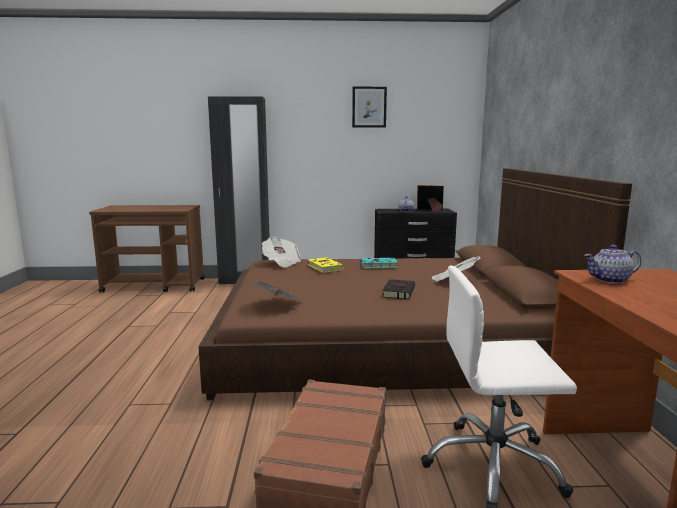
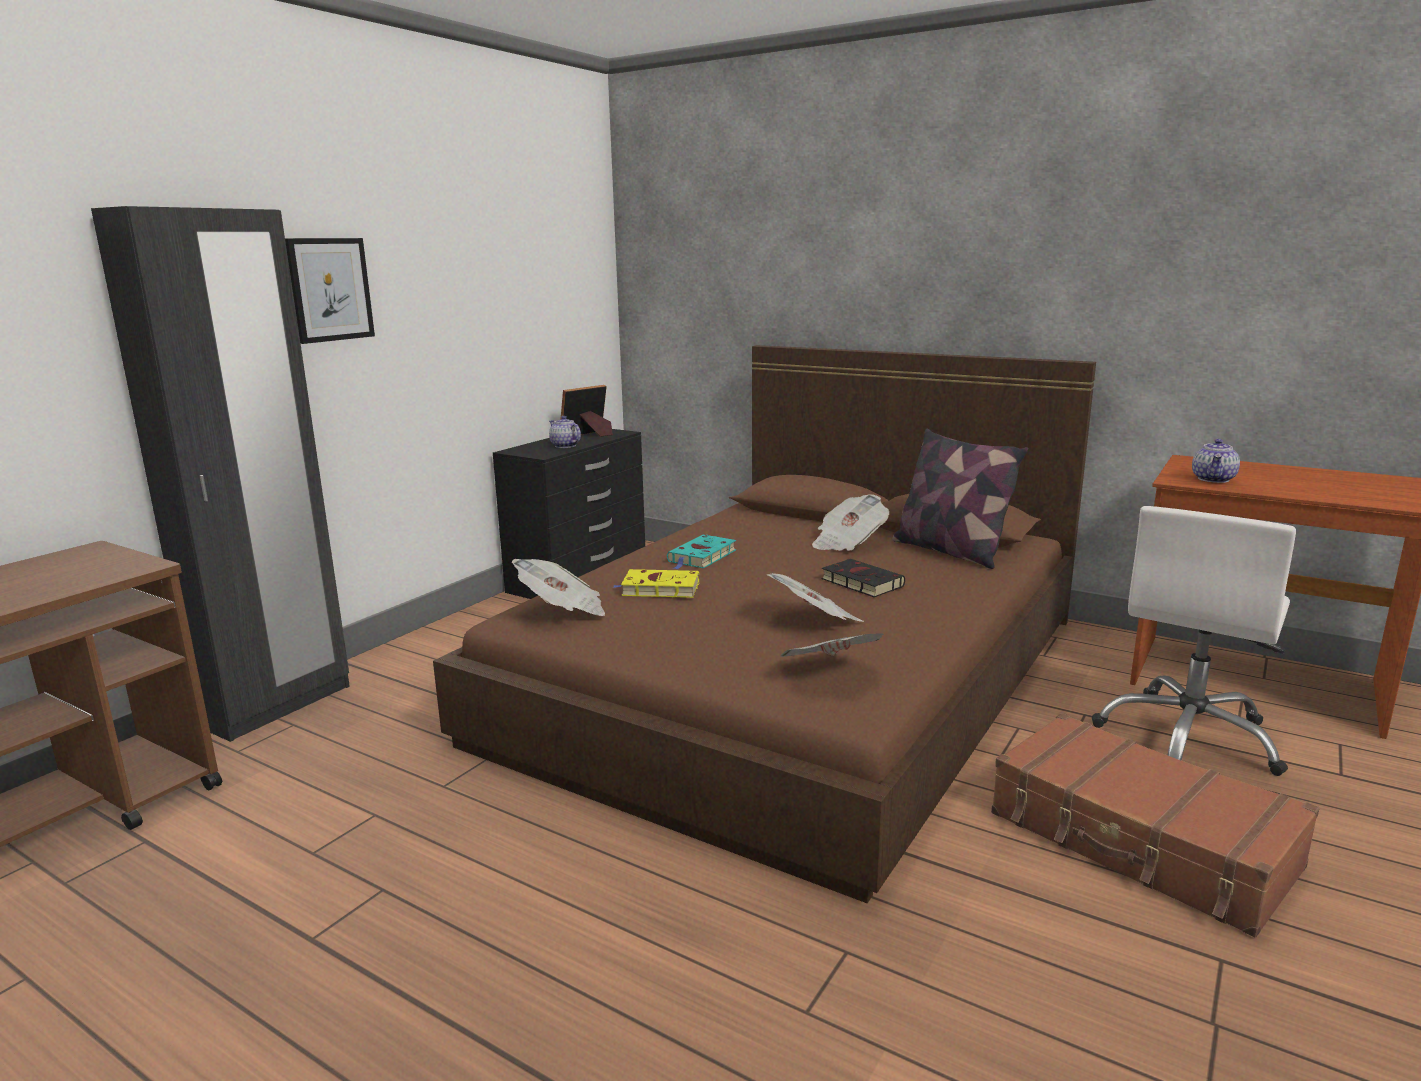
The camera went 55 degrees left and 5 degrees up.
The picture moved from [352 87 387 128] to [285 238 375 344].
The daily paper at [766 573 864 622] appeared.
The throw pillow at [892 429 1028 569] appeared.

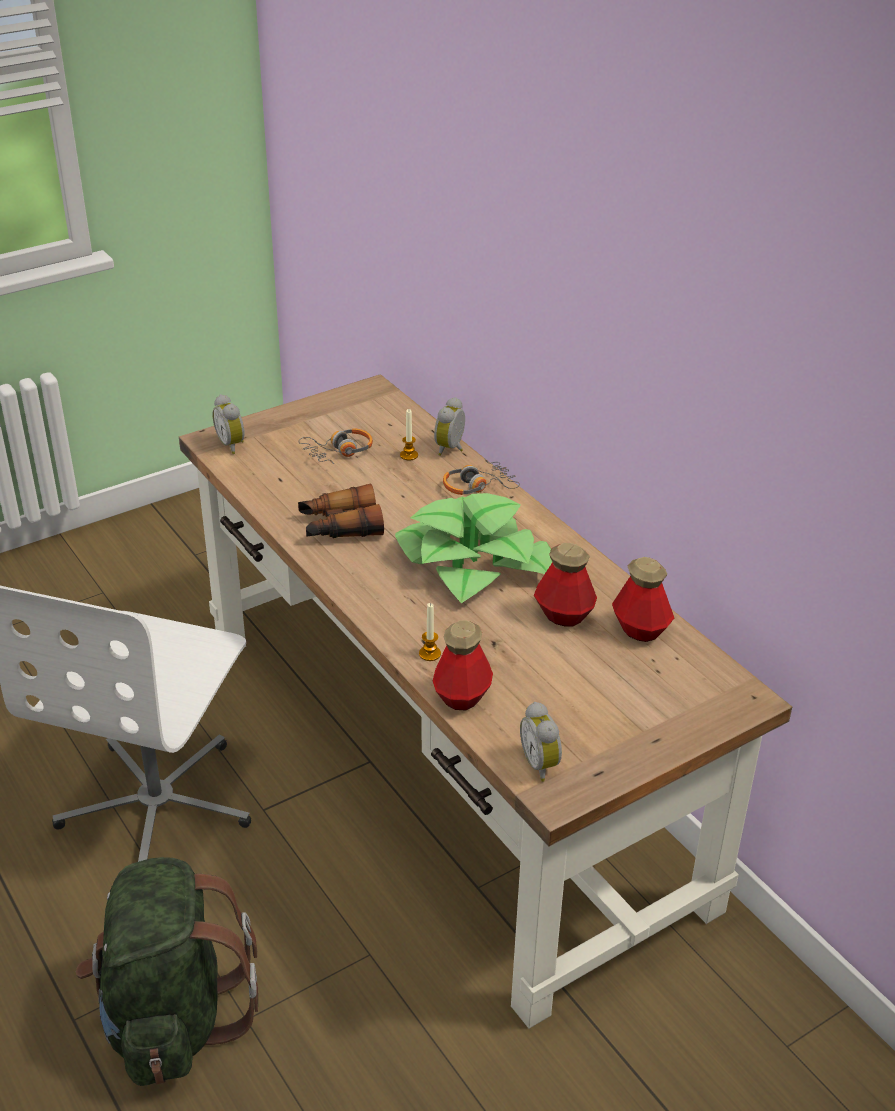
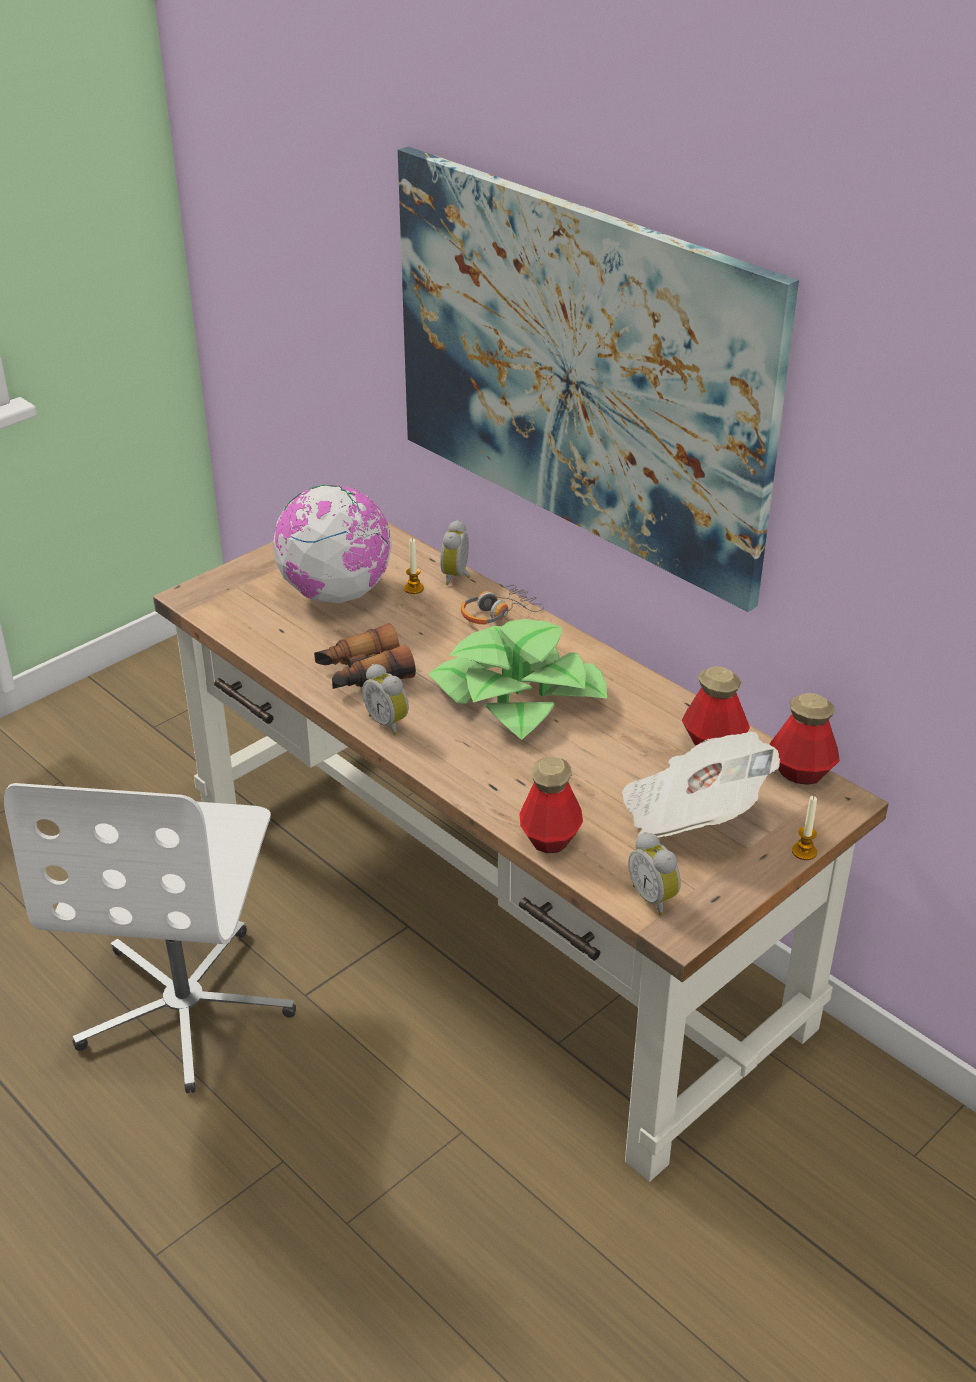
The camera went 10 degrees left and 0 degrees up.
The headset at [299 428 373 464] was replaced by the desk globe at [273 485 392 603].
The alarm clock moved from [212 394 245 454] to [362 664 409 735].
The picture at [398 146 799 612] appeared.
The daily paper at [622 731 780 837] appeared.
The drink bottle moved from [534 543 597 626] to [770 693 840 785].
The wax light moved from [419 603 441 661] to [792 796 817 860].
The green-coloured backpack at [75 857 258 1086] disappeared.

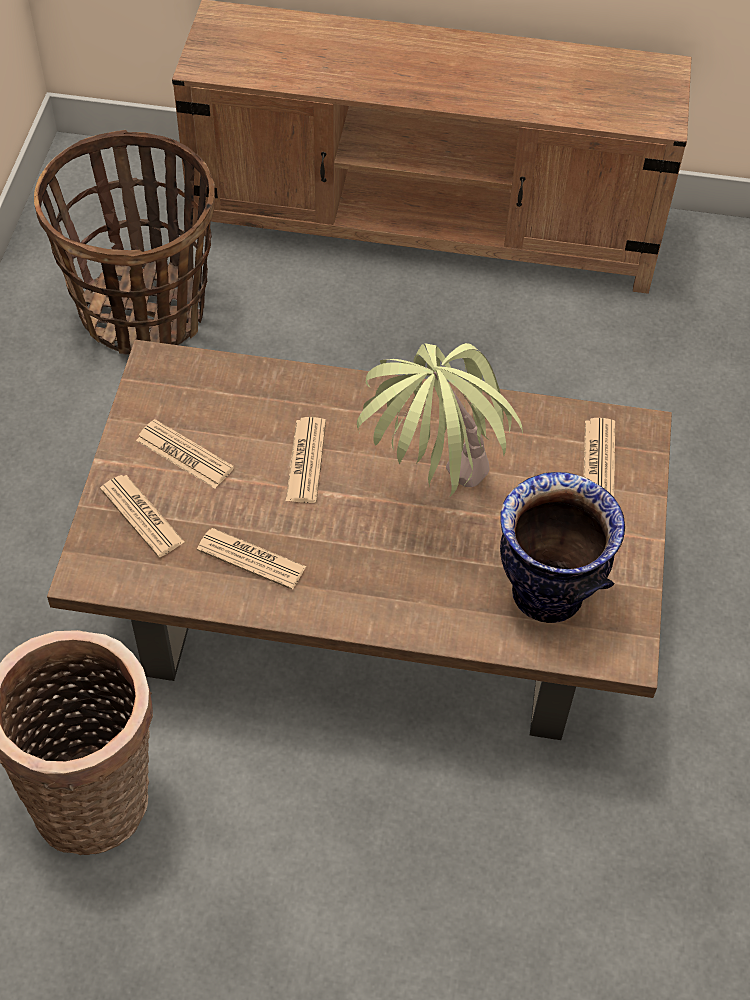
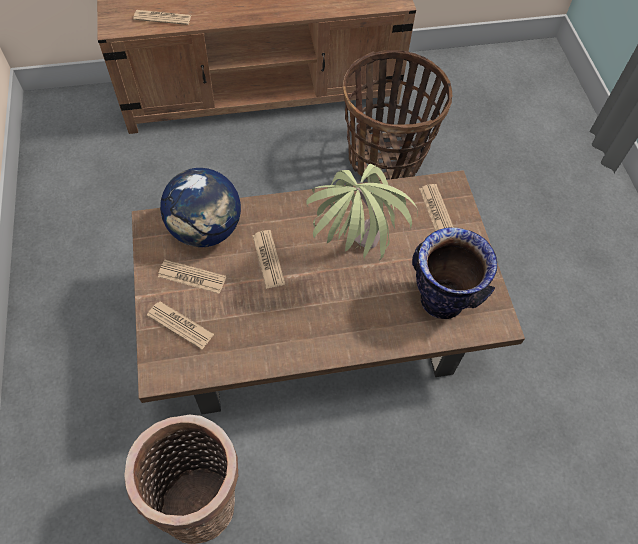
The camera went 20 degrees left and 5 degrees up.
The daily paper moved from [197 528 307 590] to [133 10 191 25].
The desk globe at [160 168 241 247] appeared.
The basket moved from [34 130 215 355] to [343 50 452 181].

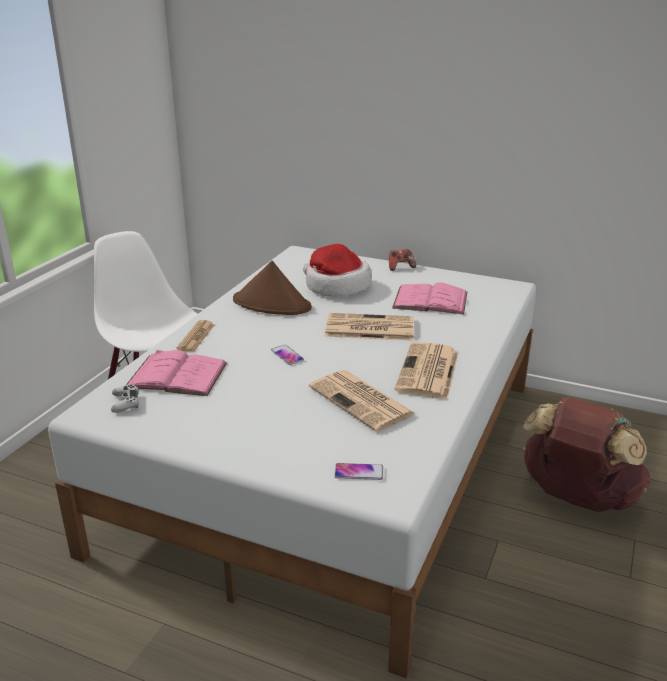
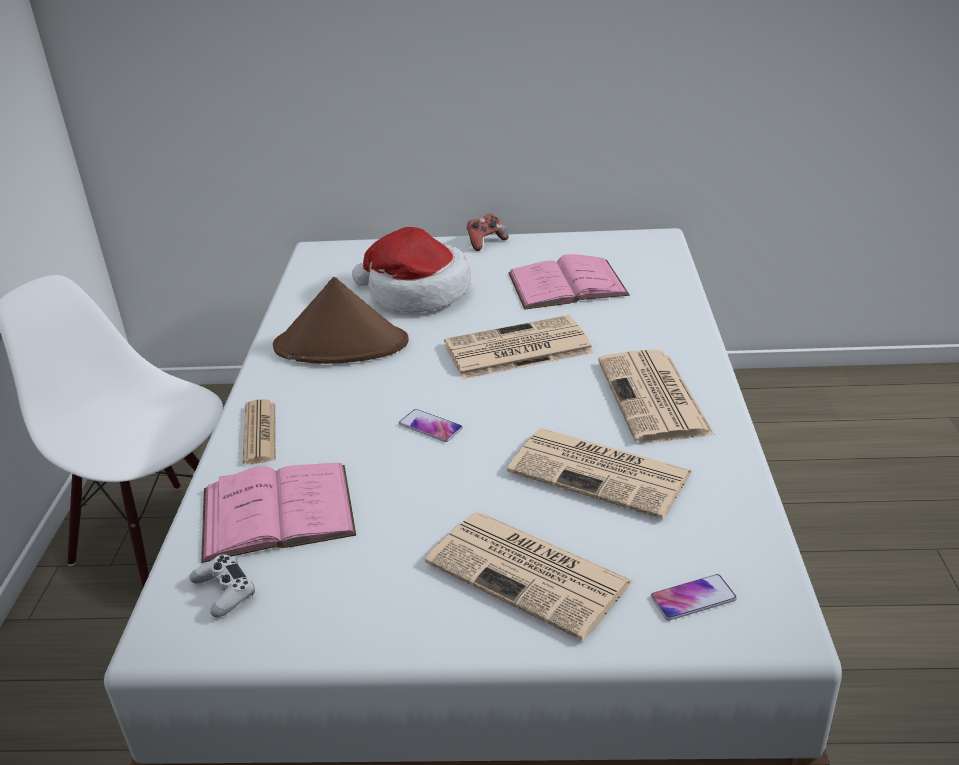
The camera went 20 degrees left and 5 degrees up.
The daily paper at [425 512 633 641] appeared.
The brownish backpack at [523 397 650 512] disappeared.

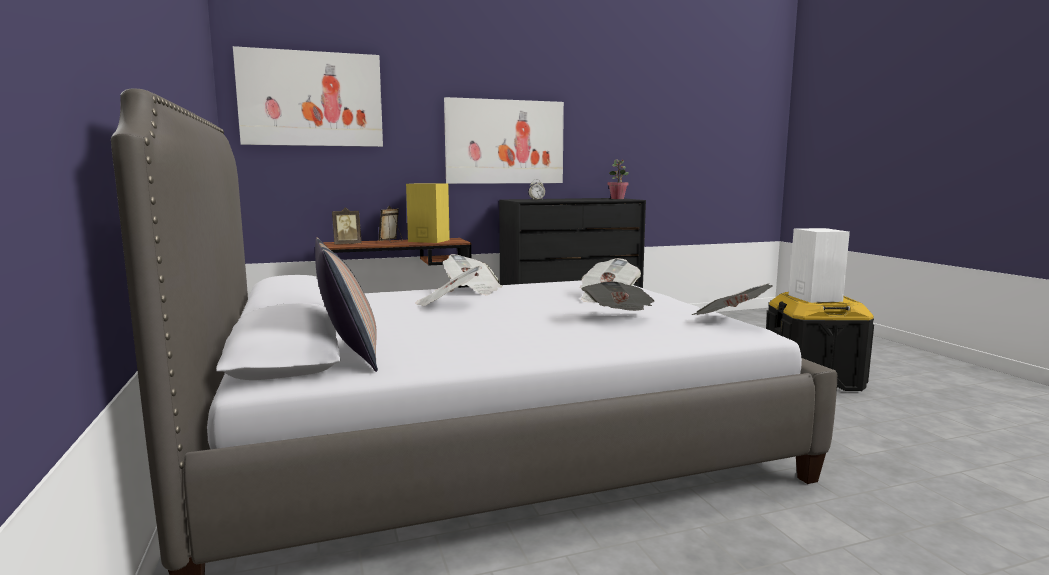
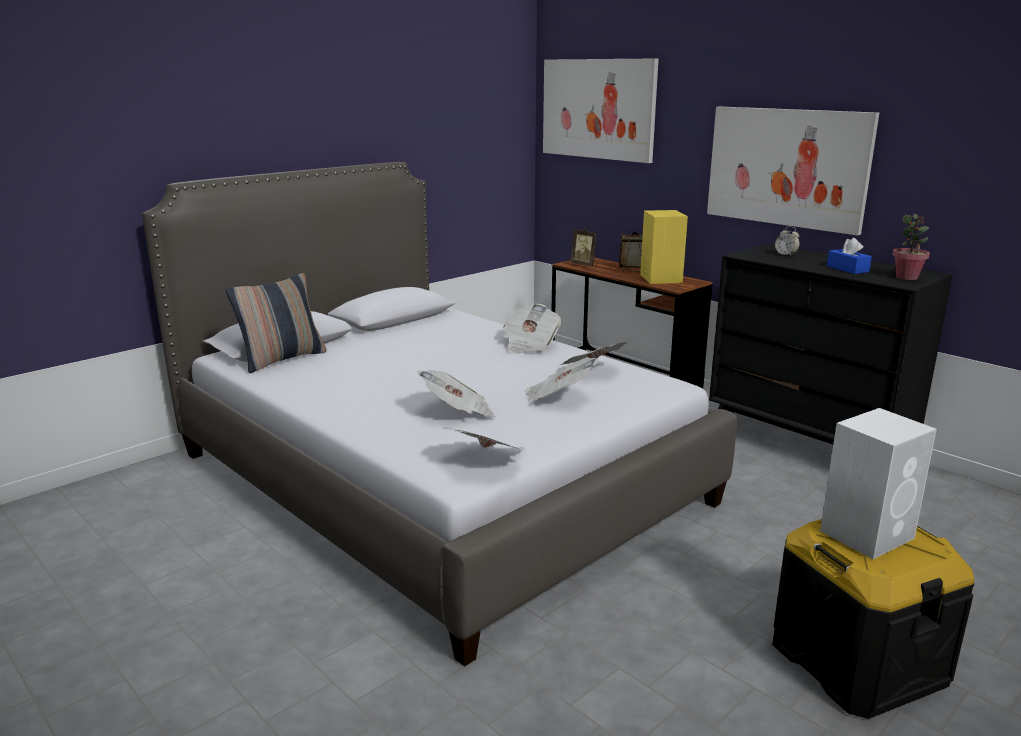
The camera went 65 degrees right and 10 degrees up.
The daily paper moved from [415 266 482 306] to [560 342 627 365].
The bluish tissue box at [827 237 872 274] appeared.

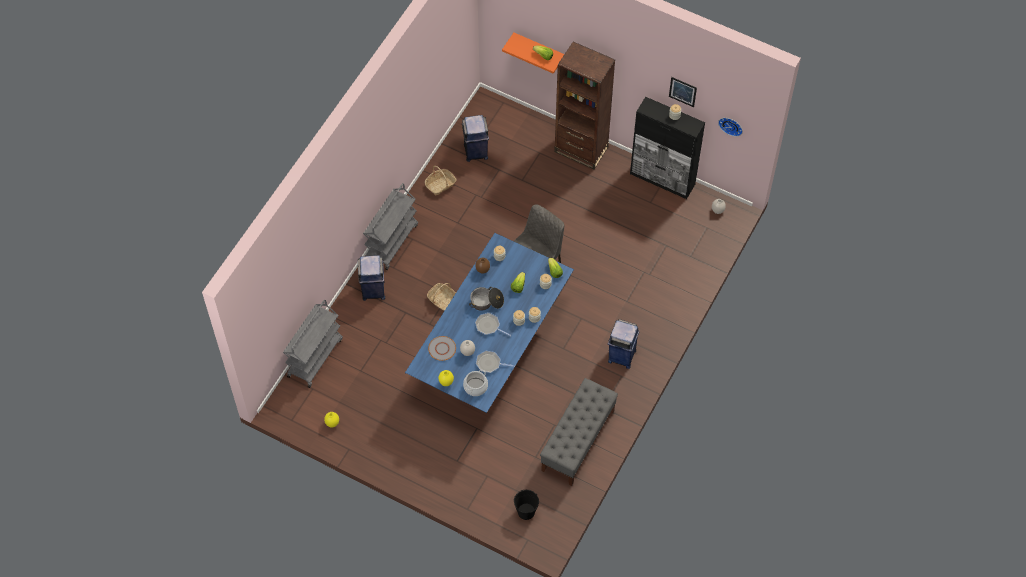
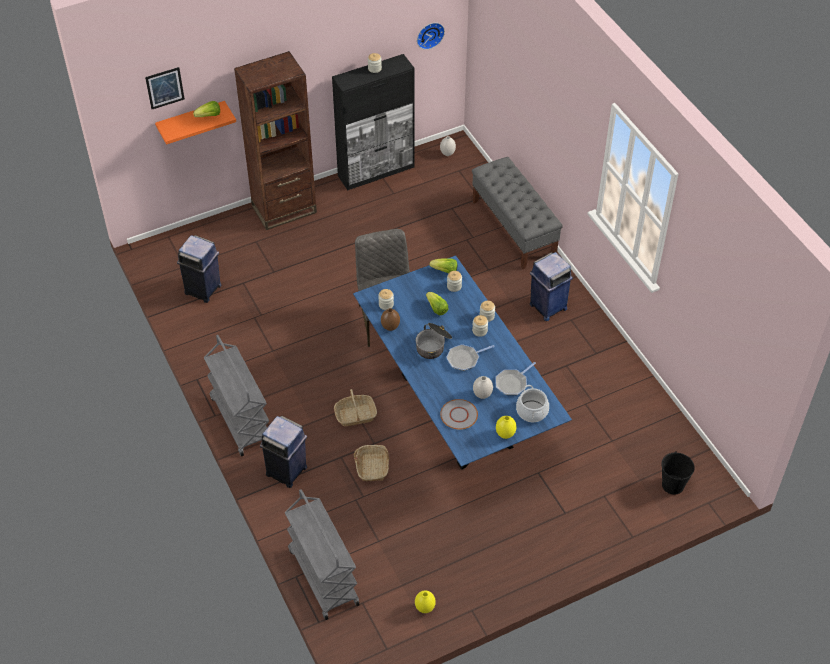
The camera went 55 degrees left and 10 degrees down.
The picture moved from [669 77 697 107] to [145 67 185 109].
The basket moved from [425 166 457 196] to [354 445 389 481].
The gray indoor bench moved from [540 378 618 486] to [472 157 563 269].

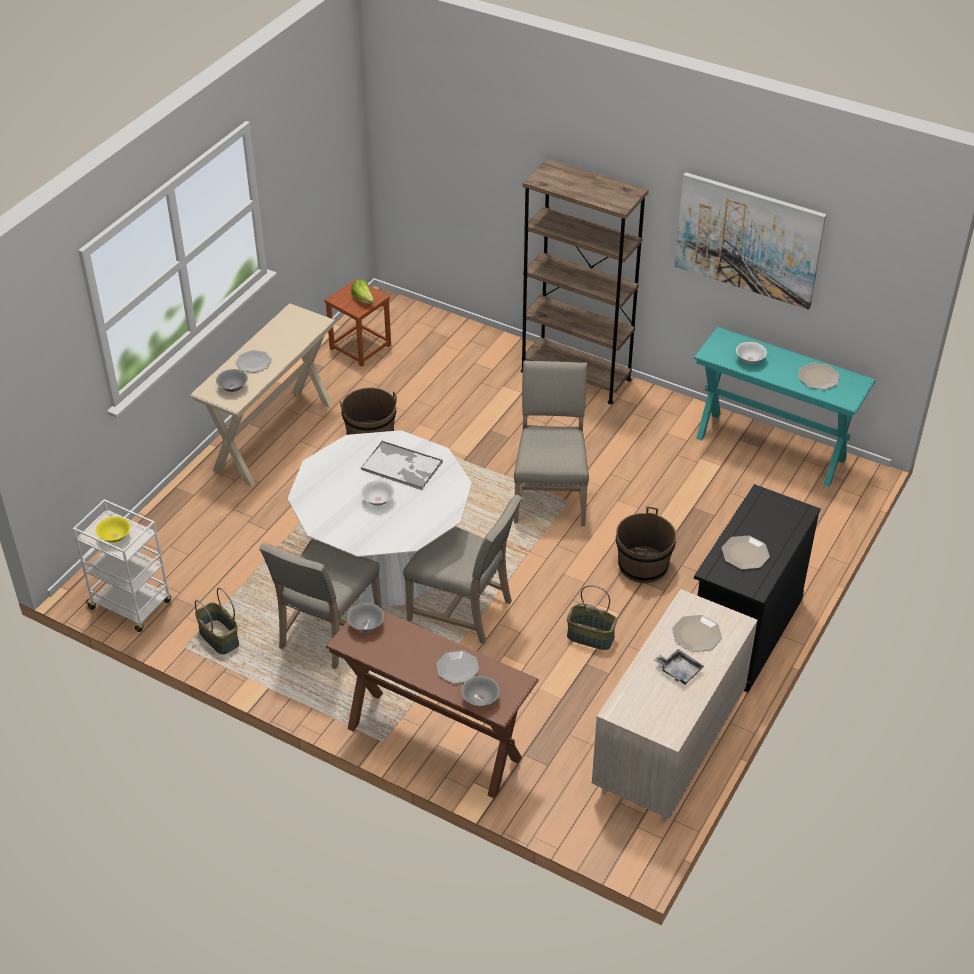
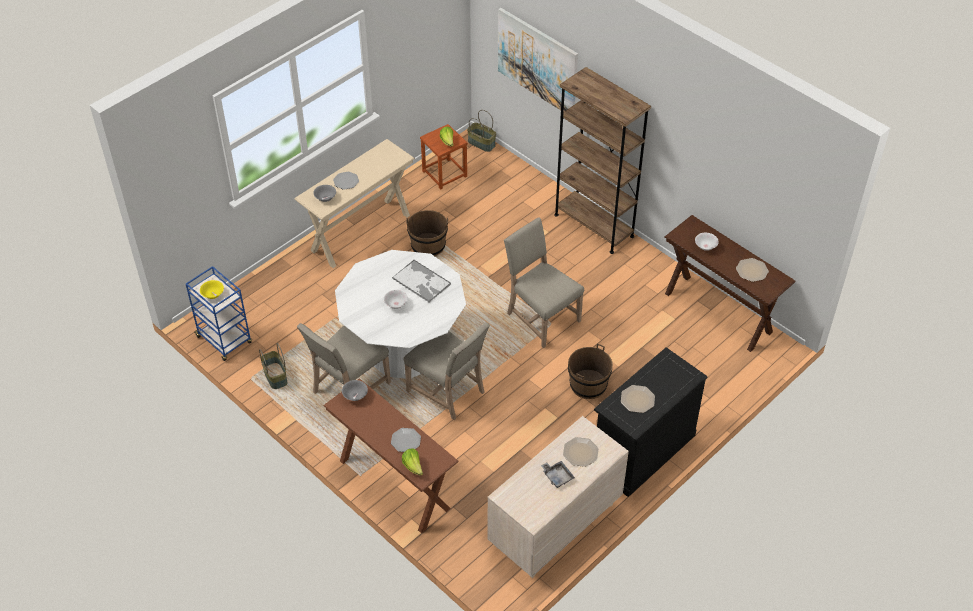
The camera went 15 degrees right and 5 degrees up.
The whitish cart at [73 499 172 632] became the bluish cart at [186 266 252 361].
The gray deep dish at [461 676 500 707] was replaced by the lettuce head at [402 448 423 476].
The basket moved from [567 585 617 650] to [467 110 496 152].
The picture moved from [674 172 827 310] to [498 8 578 112].
The sand-coloured plain chair at [514 360 589 526] turned 60 degrees counterclockwise.
The blue-green hall table at [694 327 876 487] became the brownish hall table at [665 215 796 352].

